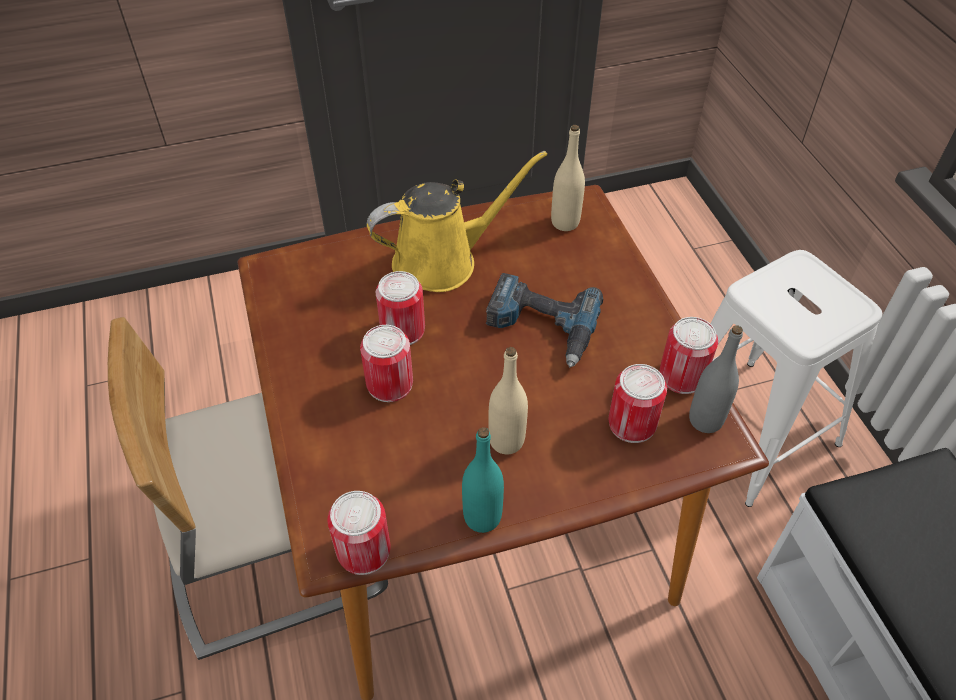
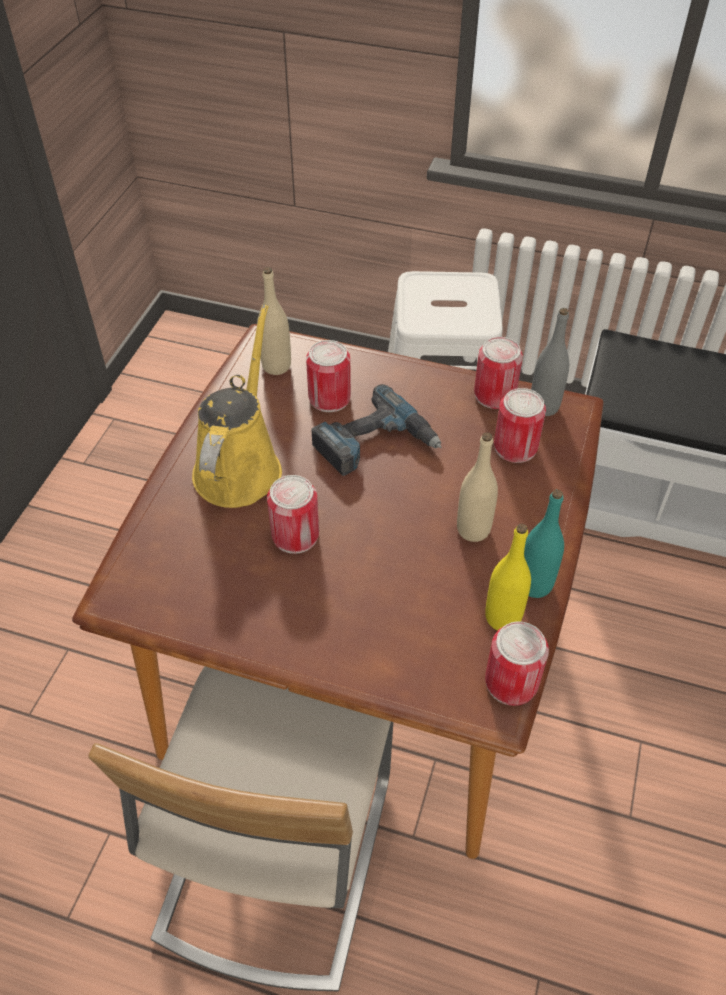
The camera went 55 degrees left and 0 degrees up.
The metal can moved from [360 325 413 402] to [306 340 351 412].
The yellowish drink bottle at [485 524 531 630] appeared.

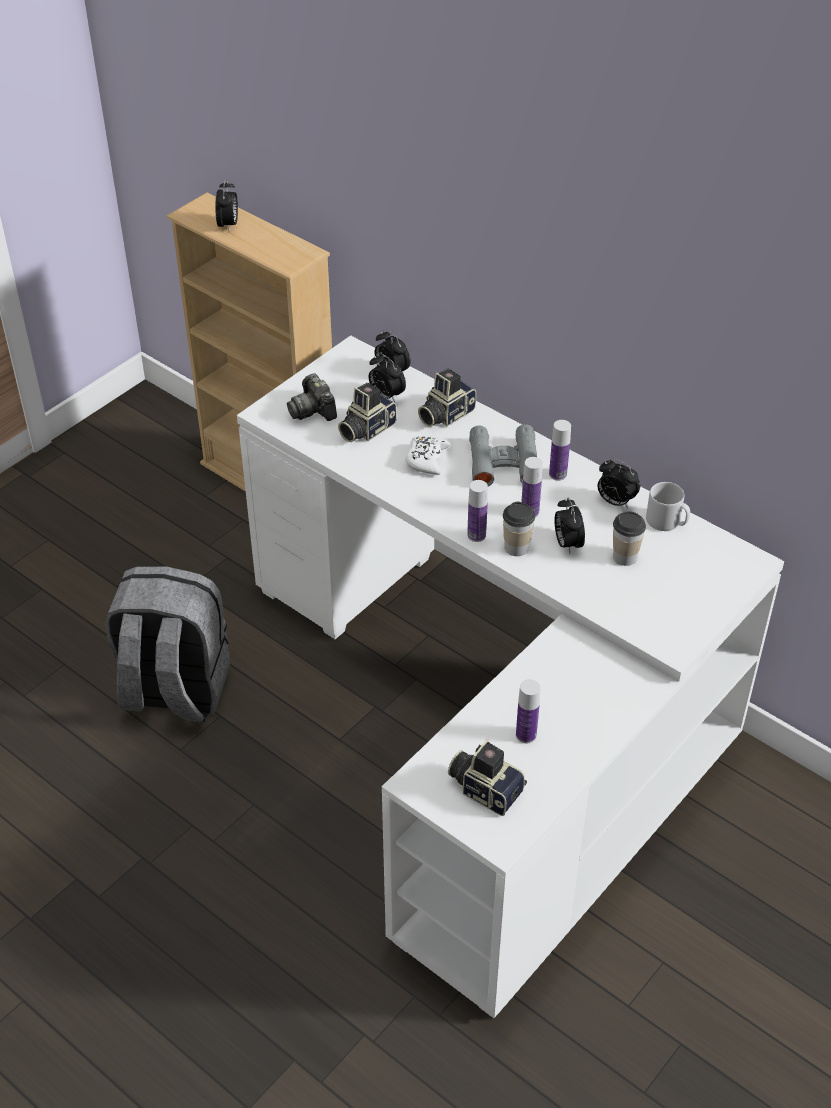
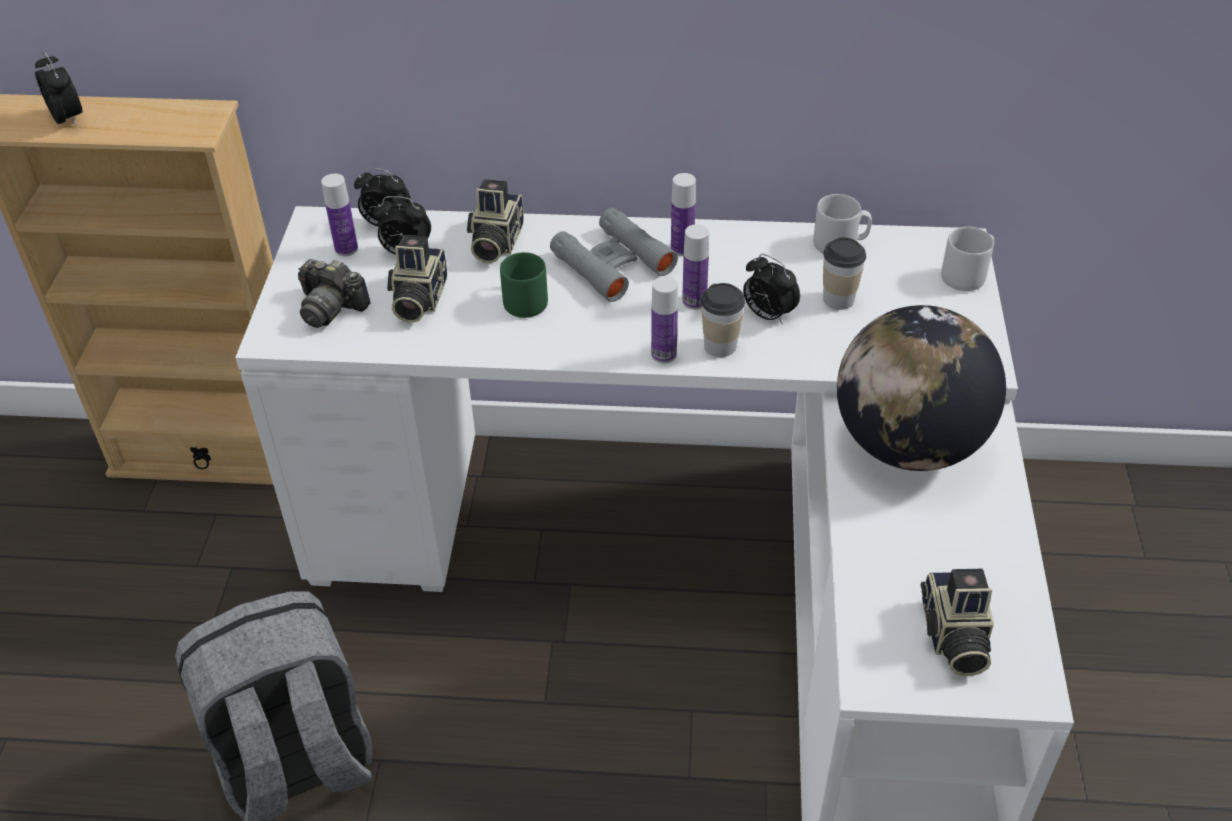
The camera went 35 degrees left and 0 degrees up.
The drink bottle moved from [516 679 540 743] to [321 174 358 256].
The whitish joypad at [405 436 450 475] was replaced by the green-coloured coffee mug at [500 252 548 318].
The desk globe at [837 305 1006 471] appeared.
The photo camera at [448 739 527 816] turned 90 degrees counterclockwise.
The gray coffee mug at [941 227 995 291] appeared.
The alarm clock at [598 459 640 508] disappeared.

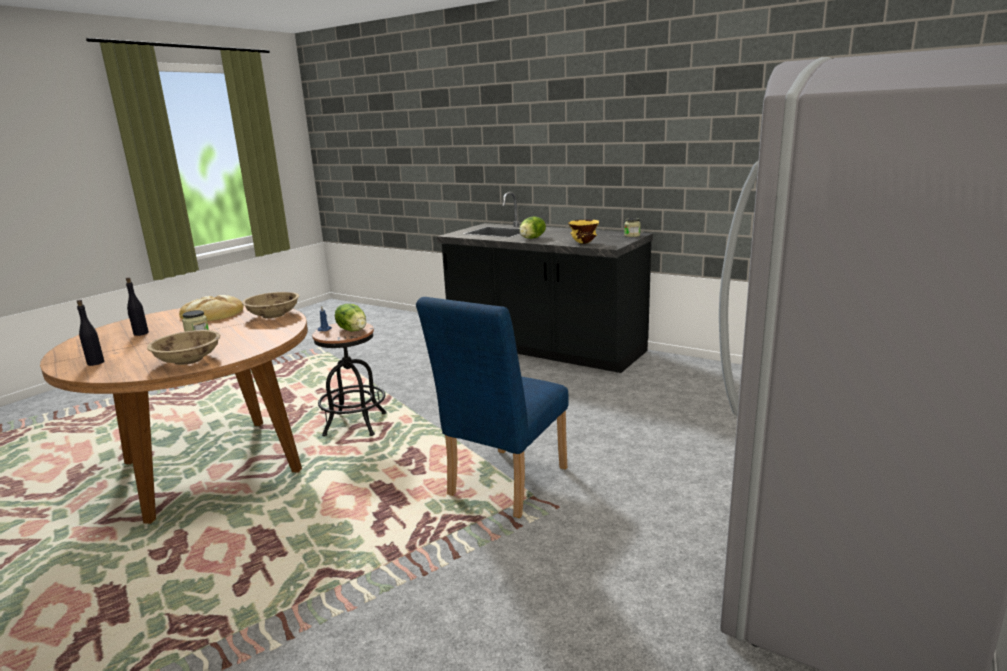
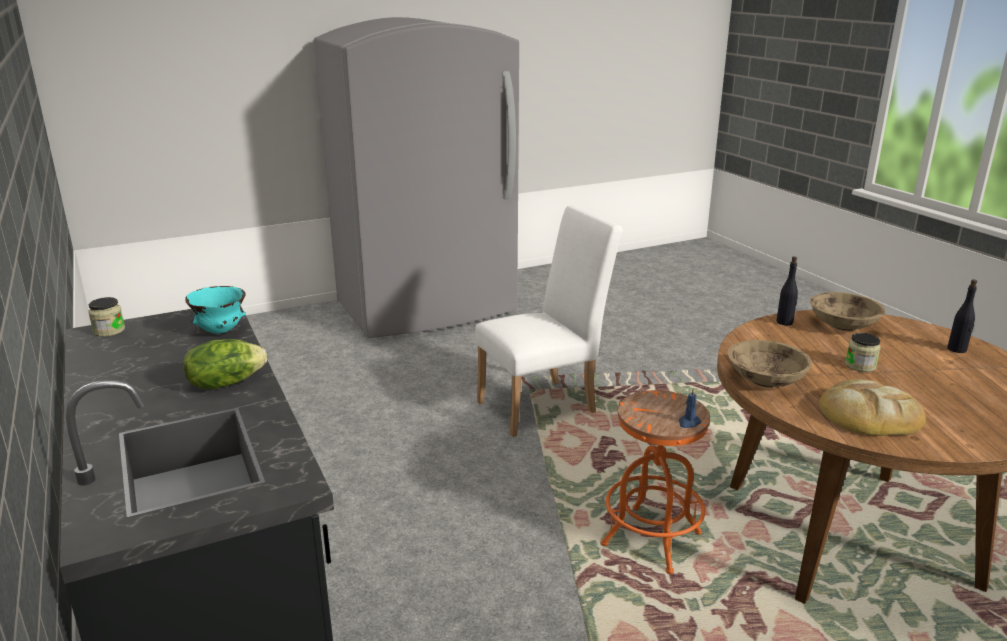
The camera went 150 degrees left and 5 degrees up.
The yellowish deep dish at [568 219 599 244] became the blue-green deep dish at [185 286 246 334].
The bluish plain chair at [416 297 569 518] became the whitish plain chair at [475 205 623 437].
The black-coloured stool at [312 323 387 436] became the orangey stool at [601 390 710 574].
The black-coloured drink bottle moved from [126 277 149 336] to [776 256 798 325].
The lettuce head at [335 304 366 332] disappeared.

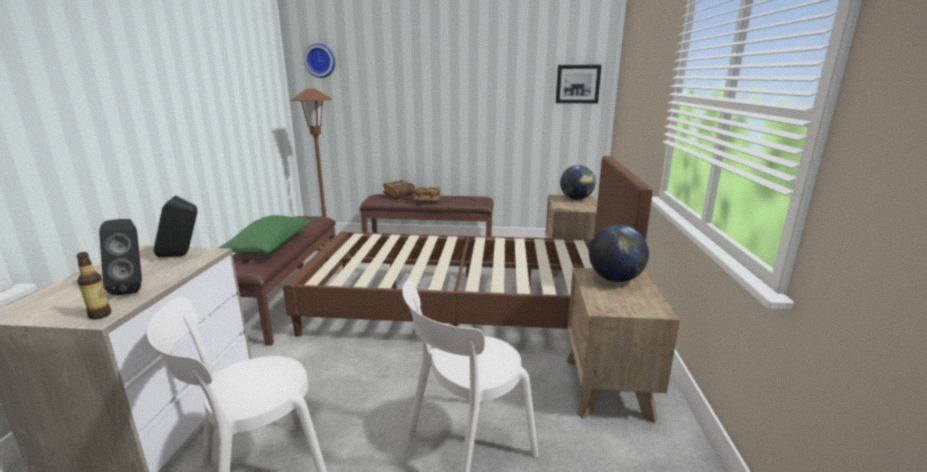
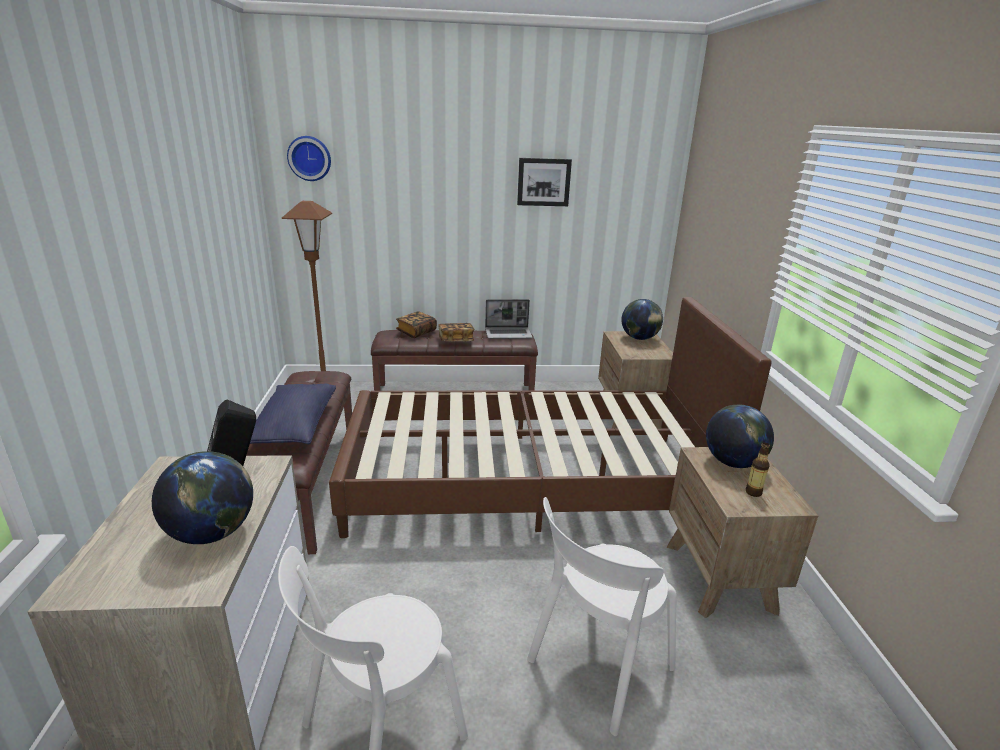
The camera went 10 degrees left and 5 degrees up.
The black-coloured audio speaker at [99 219 142 295] was replaced by the desk globe at [152 451 253 544].
The green-coloured throw pillow at [218 215 311 254] became the bluish throw pillow at [250 383 336 444].
The laptop at [485 299 533 339] appeared.
The picture moved from [556 65 602 103] to [517 158 572 206].
The drink bottle moved from [76 252 111 320] to [746 442 770 497].

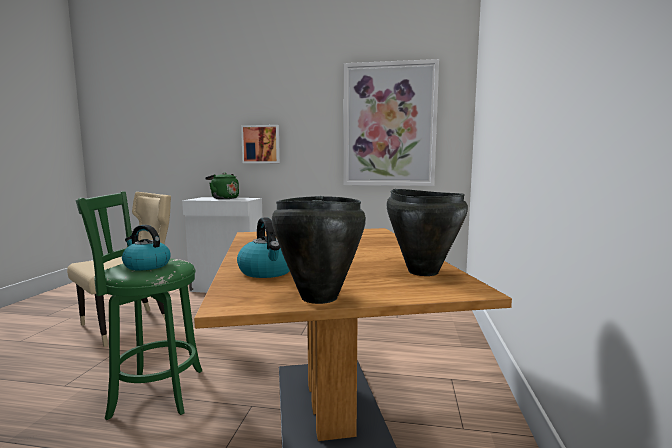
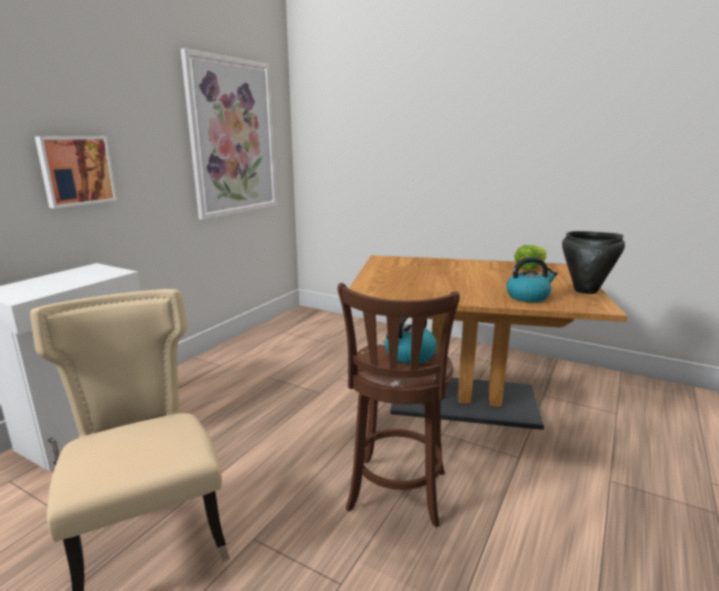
The camera went 70 degrees left and 10 degrees up.
The green-coloured stool at [76 191 202 420] became the brownish stool at [338 283 460 527].
The black-coloured saucepot at [386 189 468 276] was replaced by the lettuce head at [514 245 547 270].
The green-coloured kettle at [205 172 239 199] disappeared.

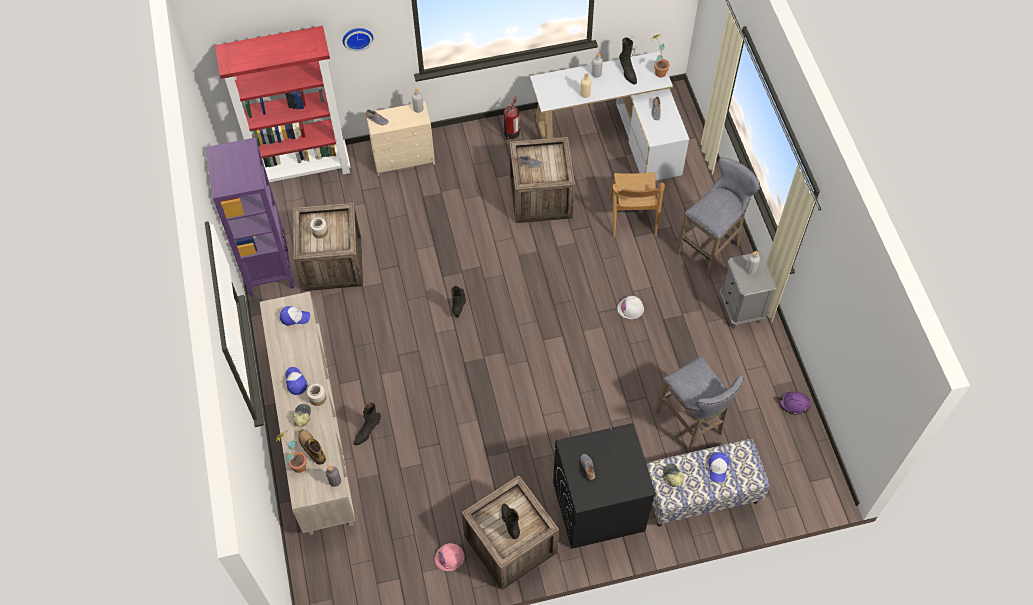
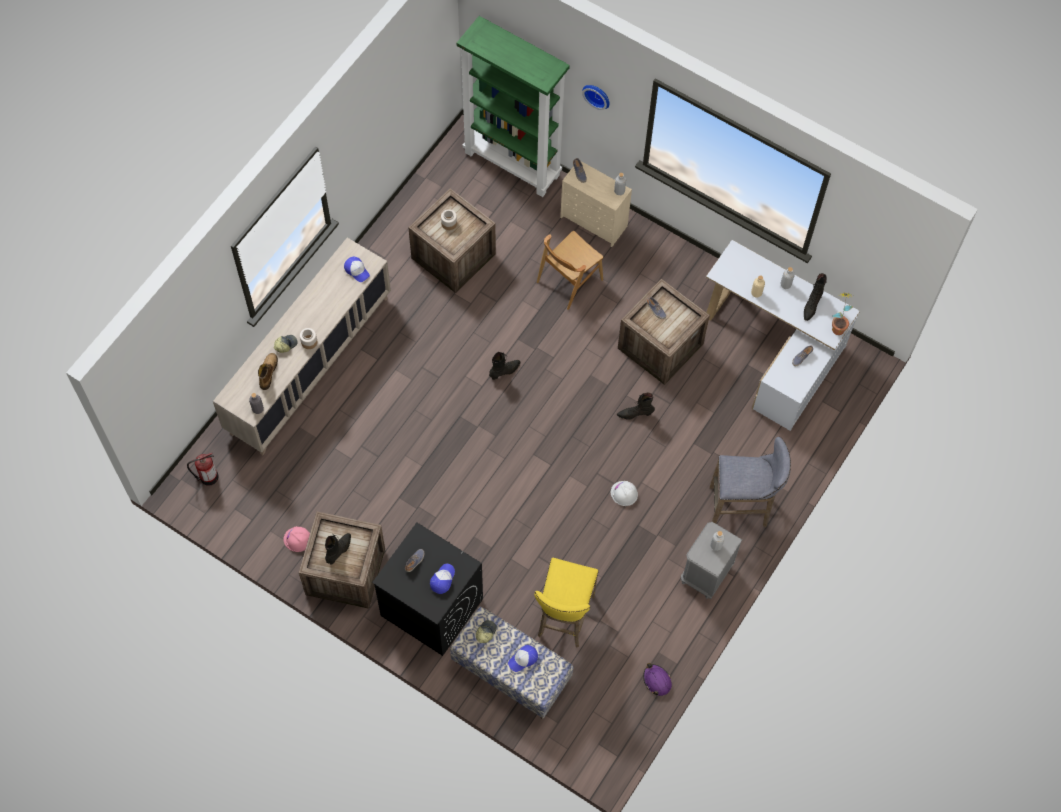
The camera went 45 degrees right and 5 degrees up.
The fire extinguisher moved from [504 96 520 140] to [187 453 219 486].
The cap moved from [286 367 307 395] to [430 564 455 594].
The red-coloured shelving unit at [215 26 351 182] became the green-coloured shelving unit at [457 16 570 197].
The gray stool at [655 356 744 453] became the yellowish stool at [534 558 599 647].
The brownish plain chair moved from [609 172 665 237] to [537 231 604 310].
The black-coloured high-top boot moved from [354 403 381 445] to [617 393 655 420].
The purplish shelving unit at [205 137 295 297] disappeared.
The houseplant at [275 431 307 473] disappeared.

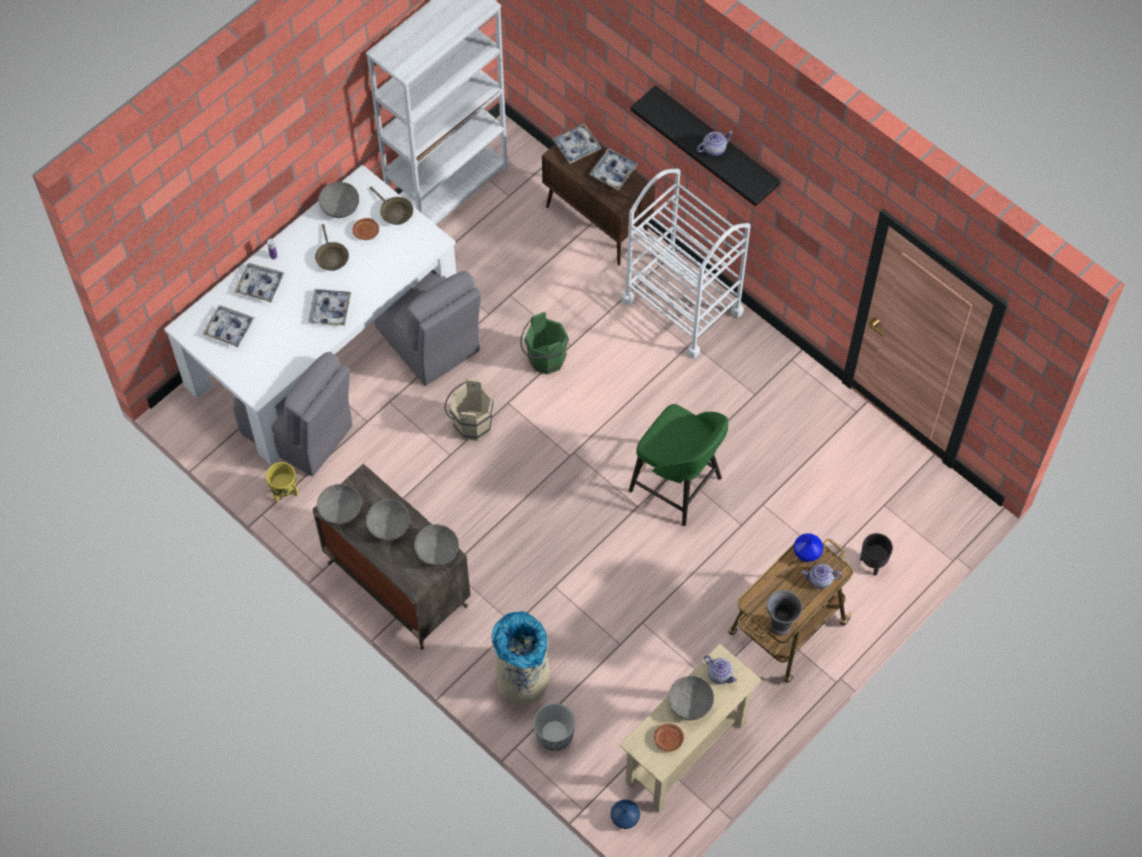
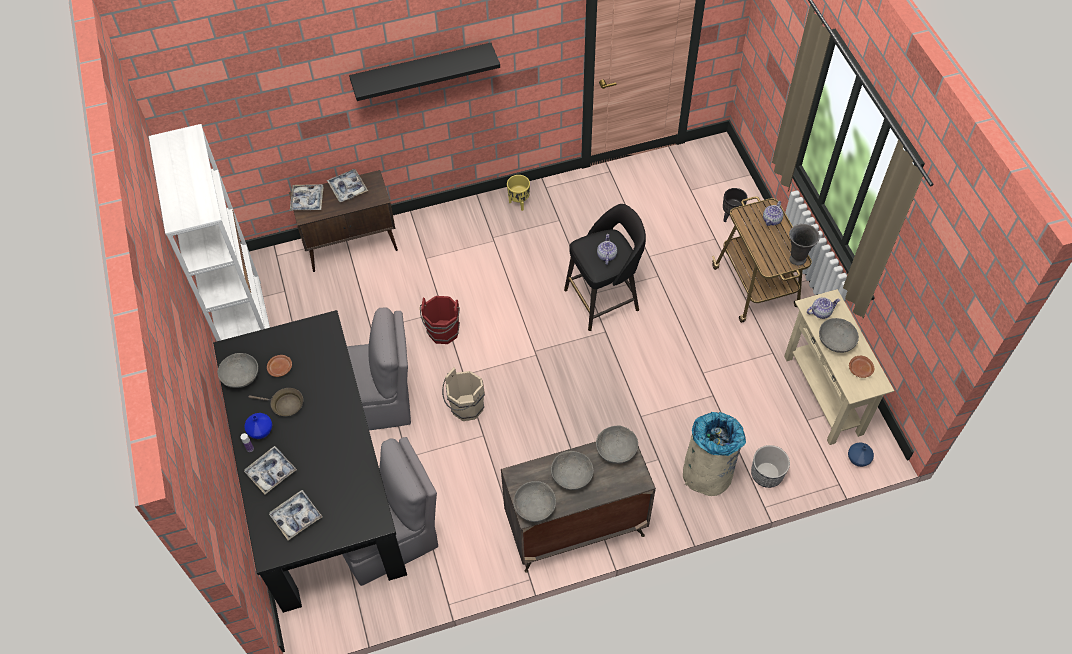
The camera went 60 degrees left and 5 degrees down.
The whitish dining table at [164 164 456 466] became the black-coloured dining table at [213 310 407 613].
The bluish flower vase moved from [794 533 823 562] to [244 413 272 439].
The green-coloured water bucket at [520 312 569 374] became the red-coloured water bucket at [420 296 460 344].
The yellowish planter moved from [266 462 298 503] to [507 175 530 211].
The green-coloured stool at [629 404 728 526] became the black-coloured stool at [564 204 646 331].
The tea pot moved from [697 131 733 156] to [597 234 617 265].
The tray at [308 289 351 326] disappeared.
The brownish frying pan at [369 187 413 225] disappeared.
The whitish cart at [622 168 751 359] disappeared.

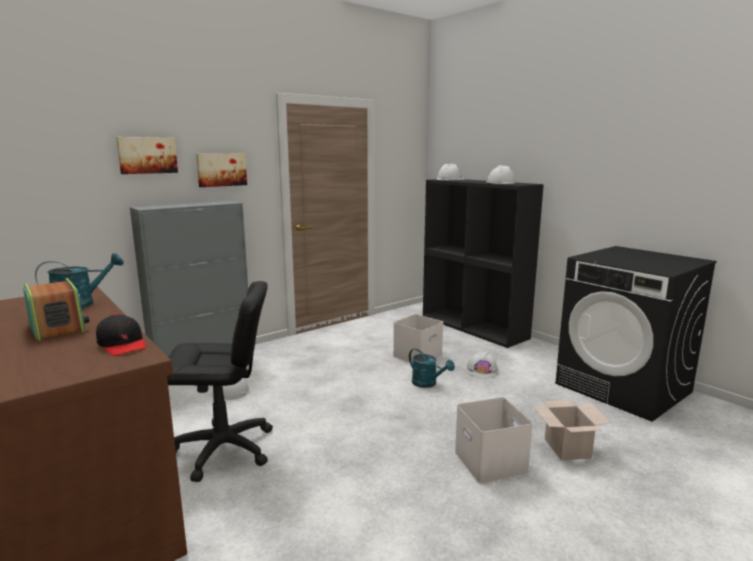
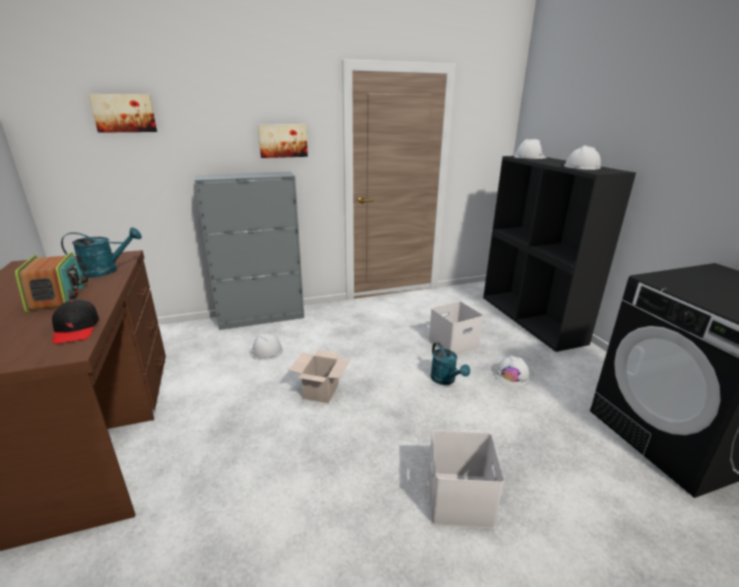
The camera went 20 degrees right and 10 degrees up.
The picture moved from [116 137 178 174] to [89 94 157 133].
The packing box moved from [534 400 611 460] to [289 350 350 403].
The black-coloured computer chair at [167 281 273 482] disappeared.

